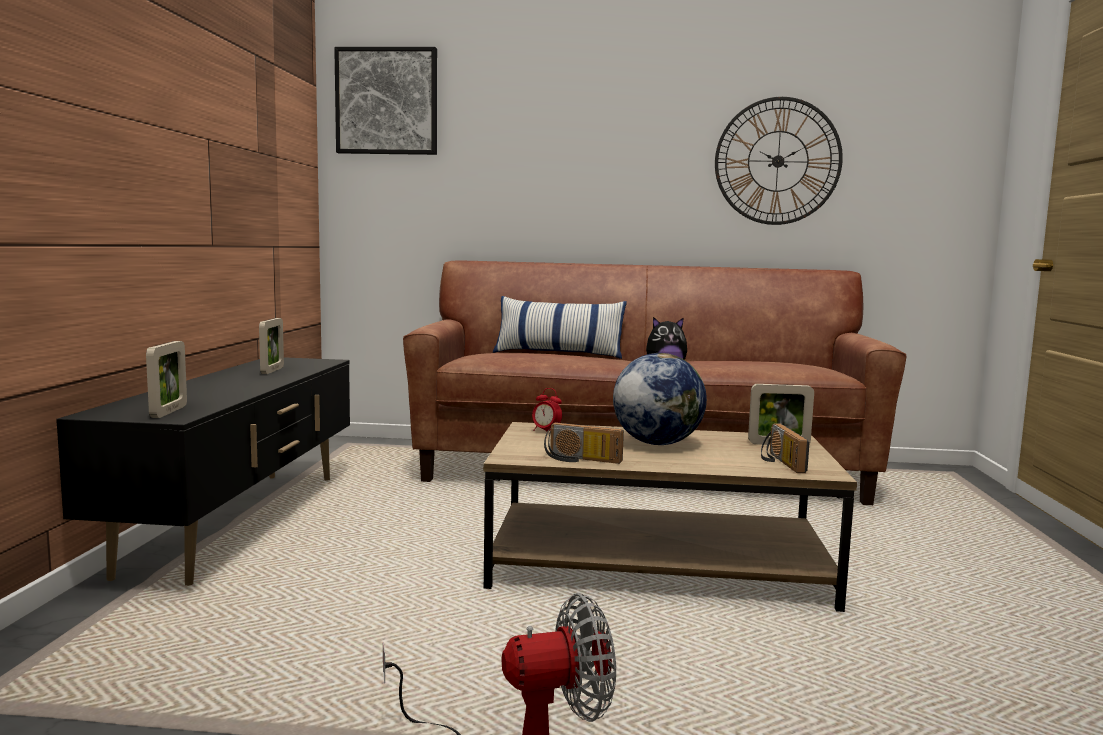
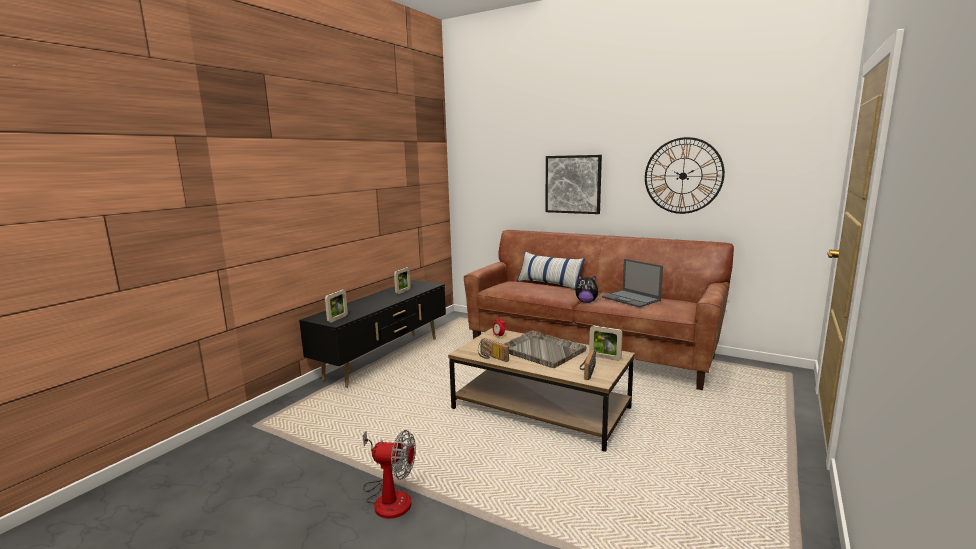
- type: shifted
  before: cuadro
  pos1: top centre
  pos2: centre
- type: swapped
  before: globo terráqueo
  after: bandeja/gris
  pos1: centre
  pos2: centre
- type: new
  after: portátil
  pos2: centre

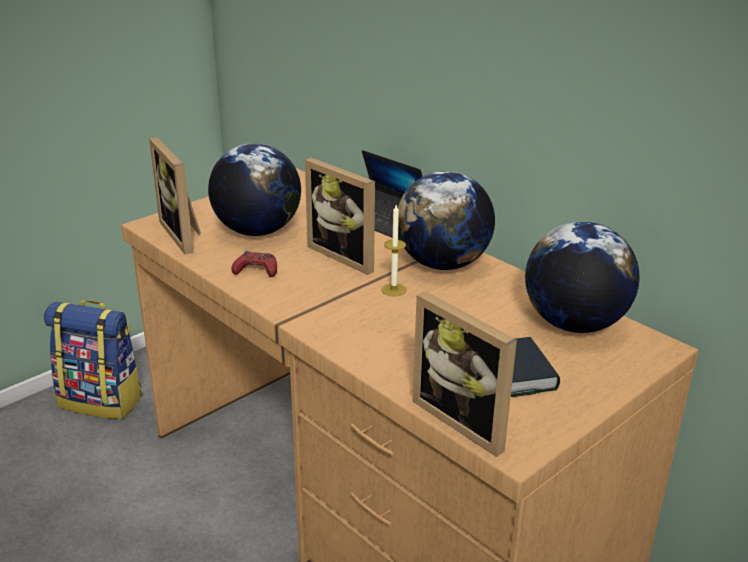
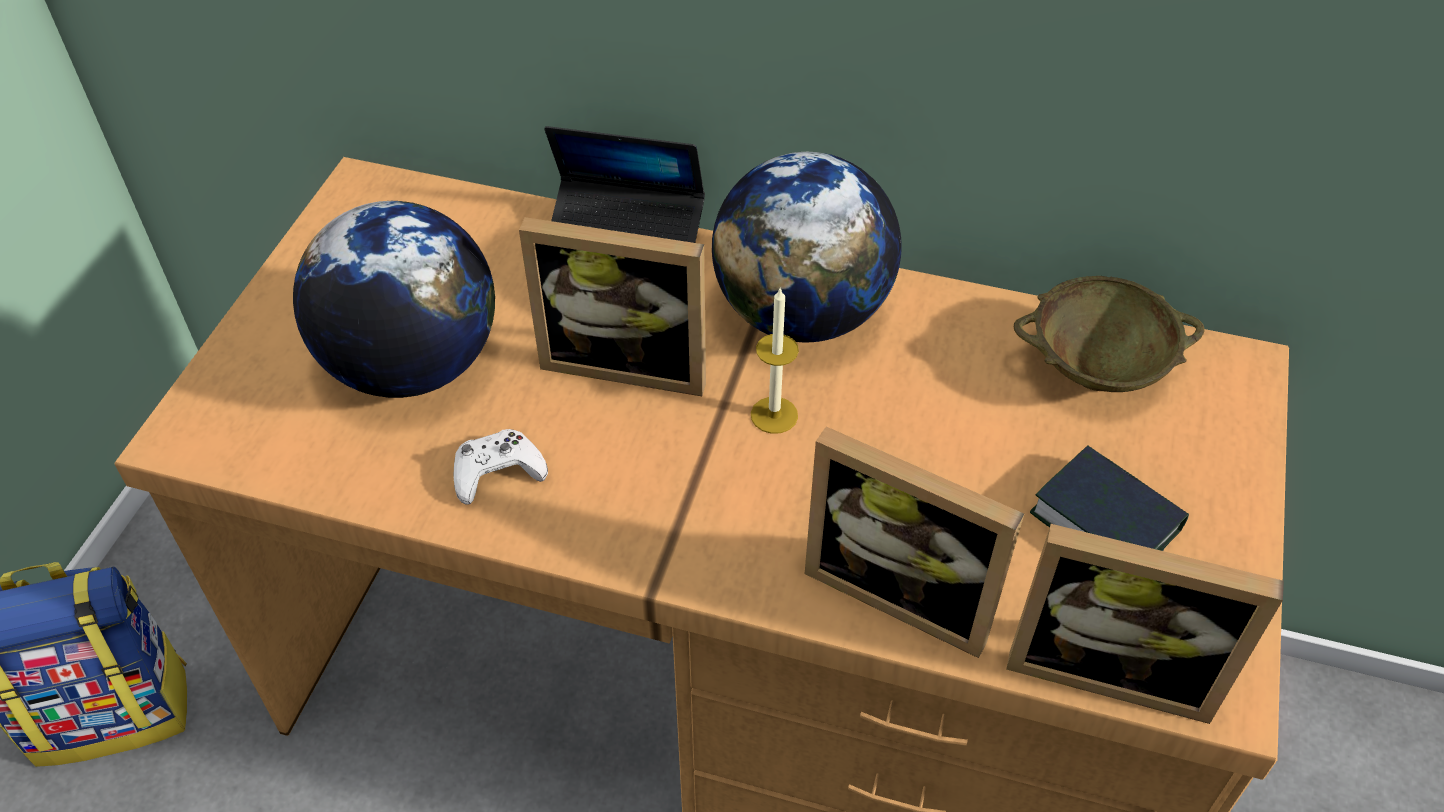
- type: shifted
  before: portarretratos (no. 1 from left in the first image)
  after: portarretratos (no. 2 from left)
  pos1: middle left
  pos2: bottom centre
- type: repainted
  before: mando de consola/rojo
  after: mando de consola/blanco
  pos1: centre
  pos2: centre
- type: swapped
  before: globo terráqueo (no. 3 from left)
  after: cuenco/beis
  pos1: middle right
  pos2: middle right

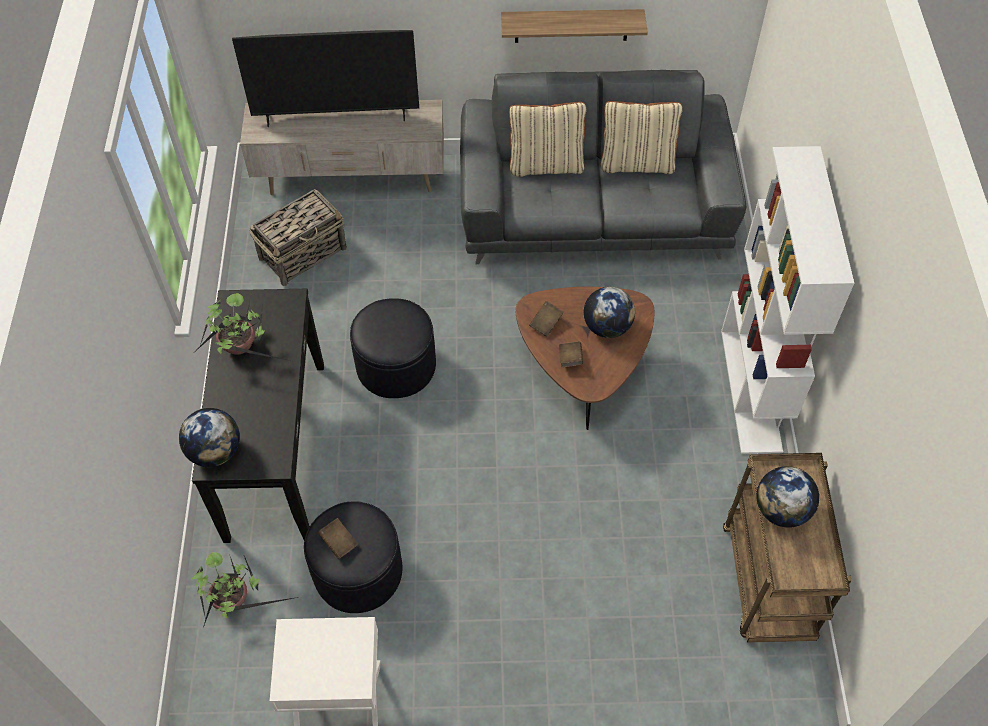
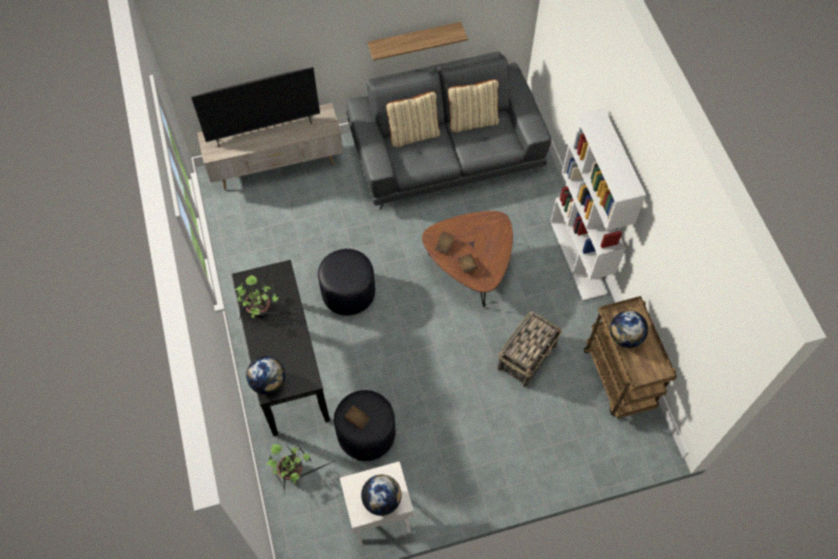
- type: shifted
  before: cesta
  pos1: top left
  pos2: centre
- type: shifted
  before: globo terráqueo (no. 2 from left)
  pos1: centre
  pos2: bottom centre

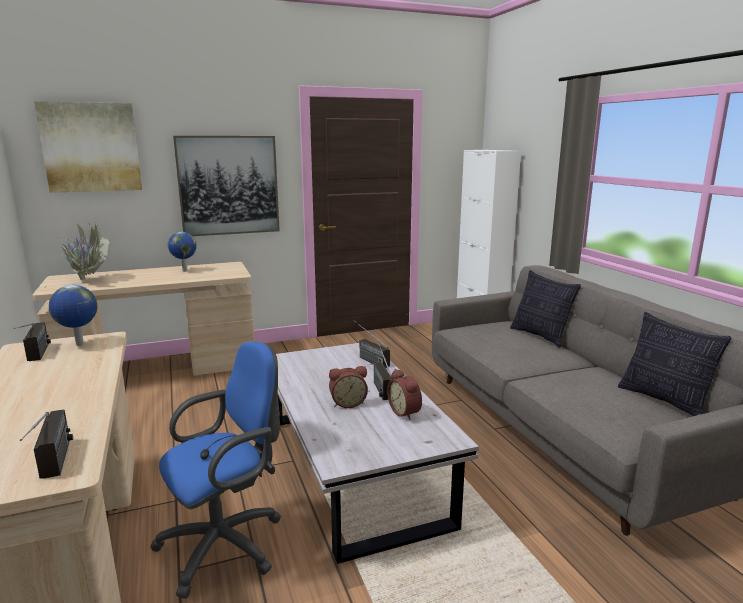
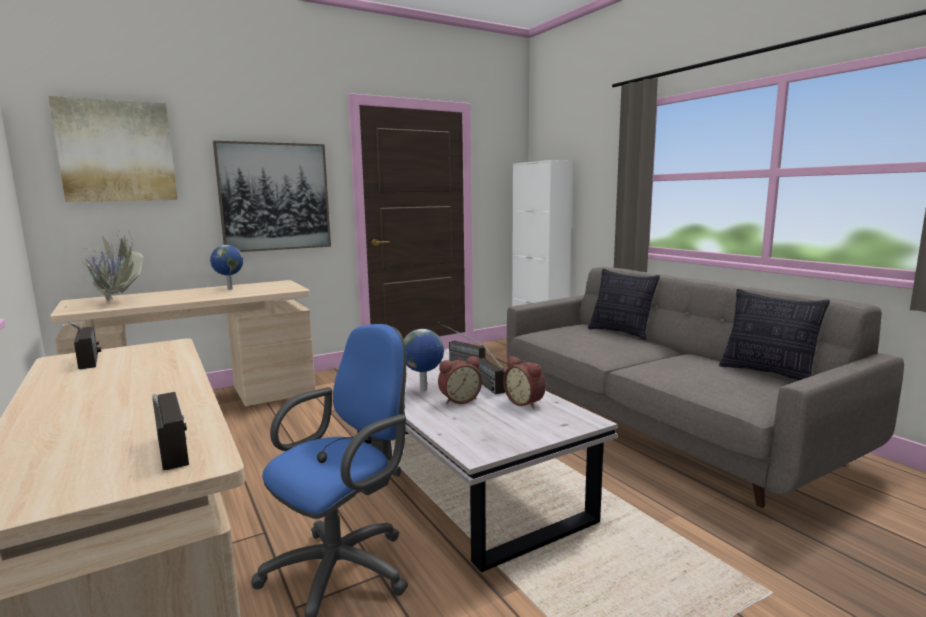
- type: shifted
  before: globo terráqueo (no. 1 from left in the first image)
  after: globo terráqueo (no. 2 from left)
  pos1: middle left
  pos2: centre

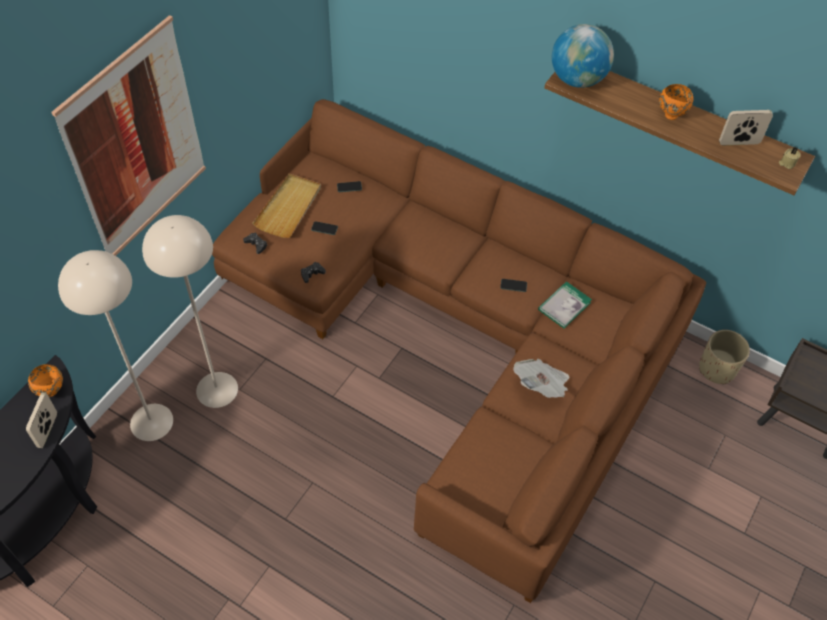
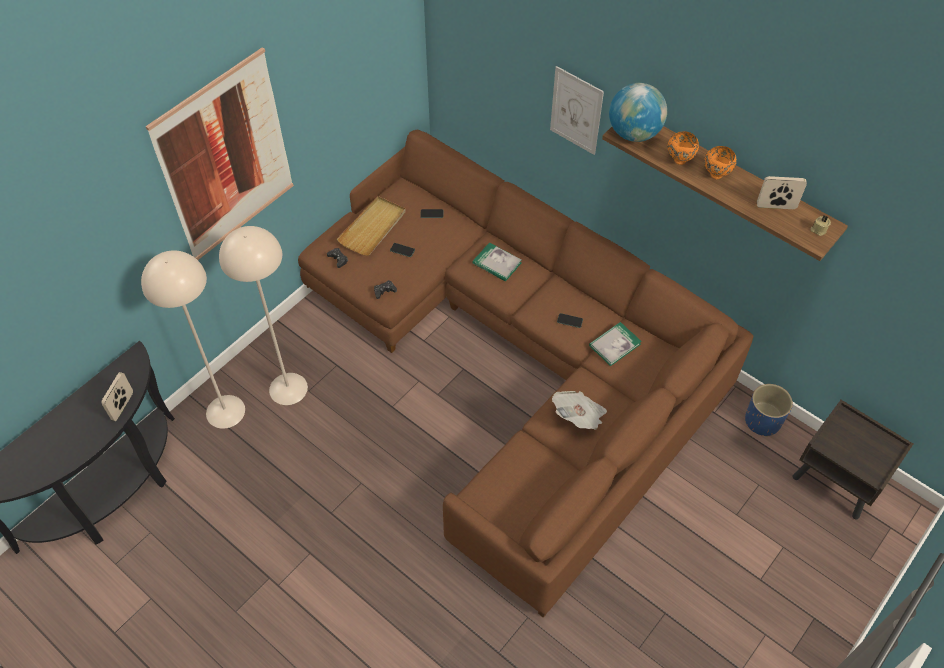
- type: shifted
  before: cuenco/naranja (no. 1 from left)
  pos1: middle left
  pos2: top right
- type: repainted
  before: maceta/beis
  after: maceta/azul
  pos1: middle right
  pos2: middle right
- type: new
  after: libro (no. 1 from left)
  pos2: centre
- type: new
  after: cuadro (no. 2 from left)
  pos2: top centre

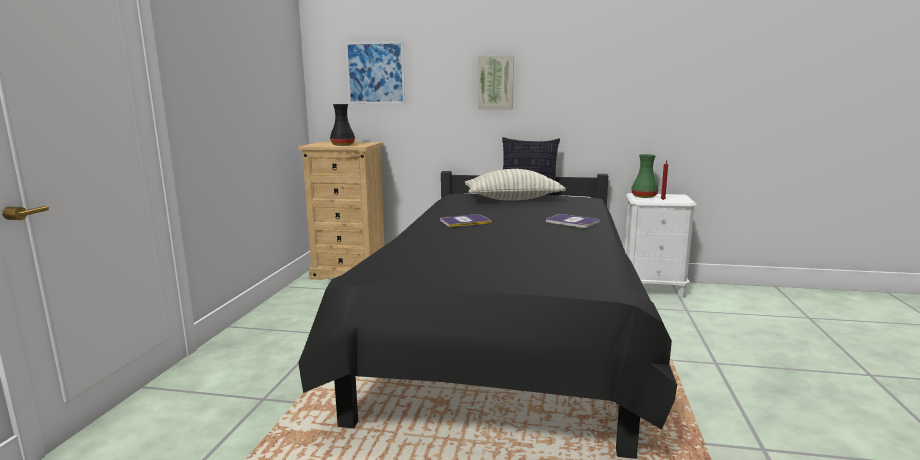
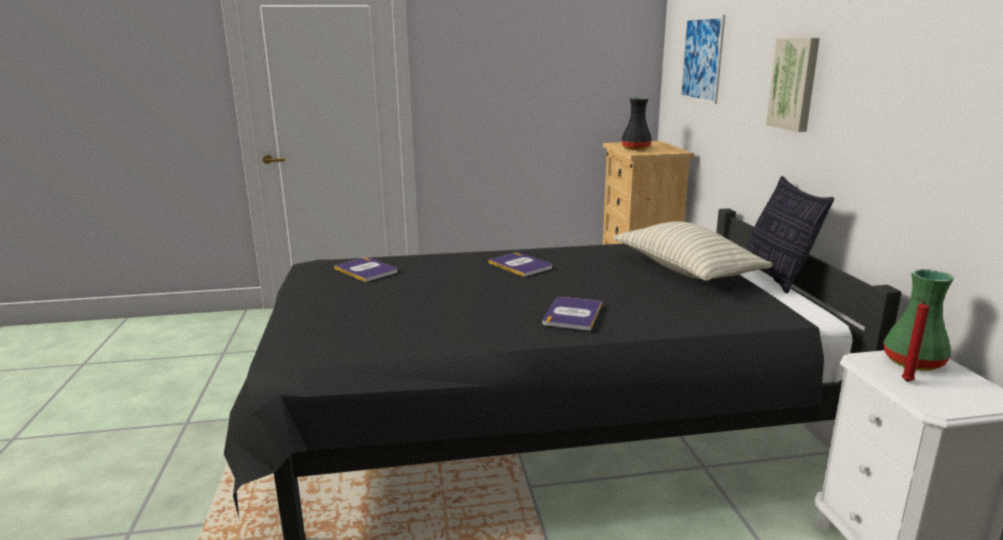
- type: new
  after: libro (no. 1 from left)
  pos2: centre

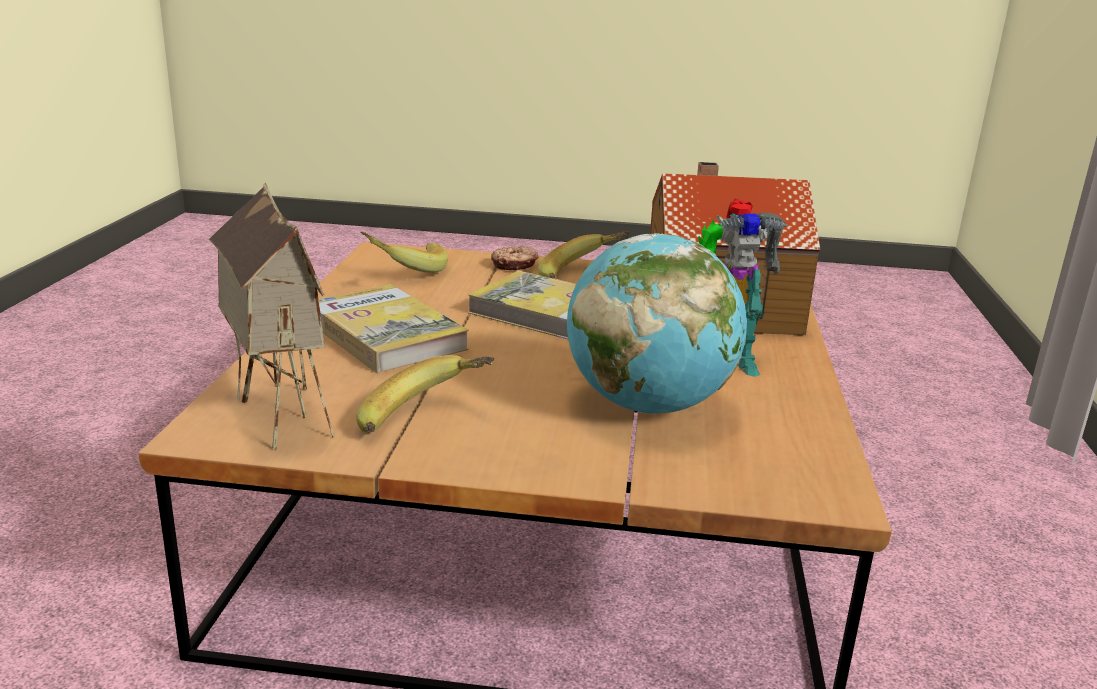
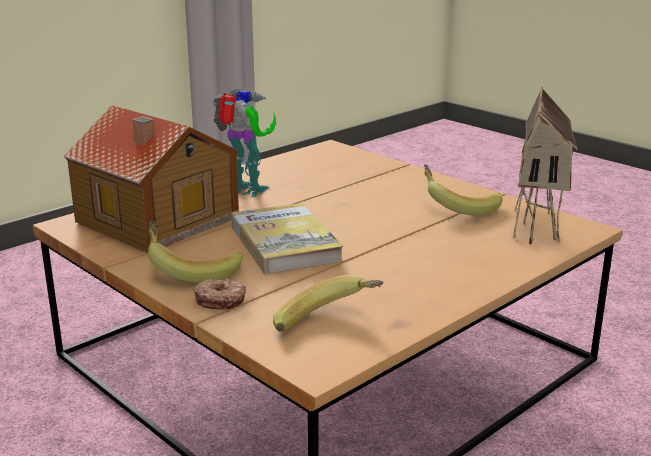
- type: gone
  before: libro (no. 1 from left)
  pos1: centre
- type: gone
  before: globo terráqueo
  pos1: centre

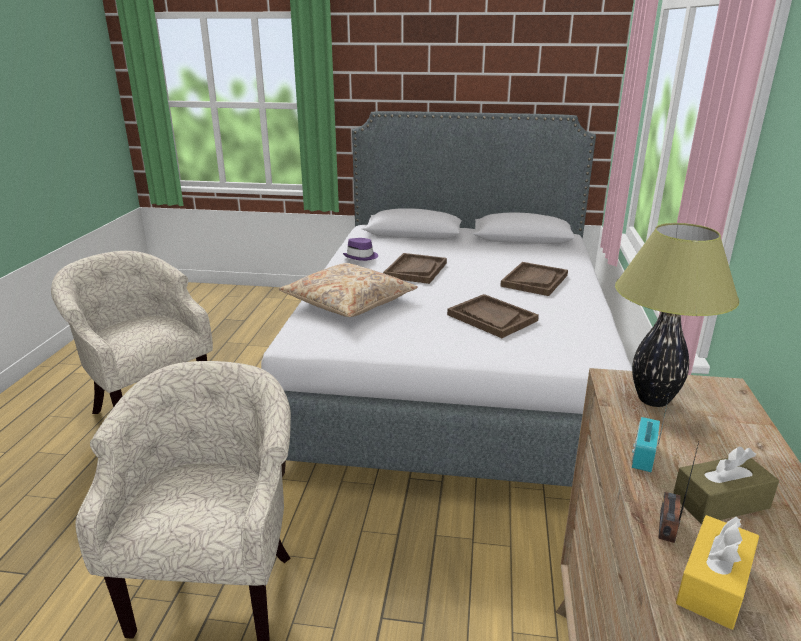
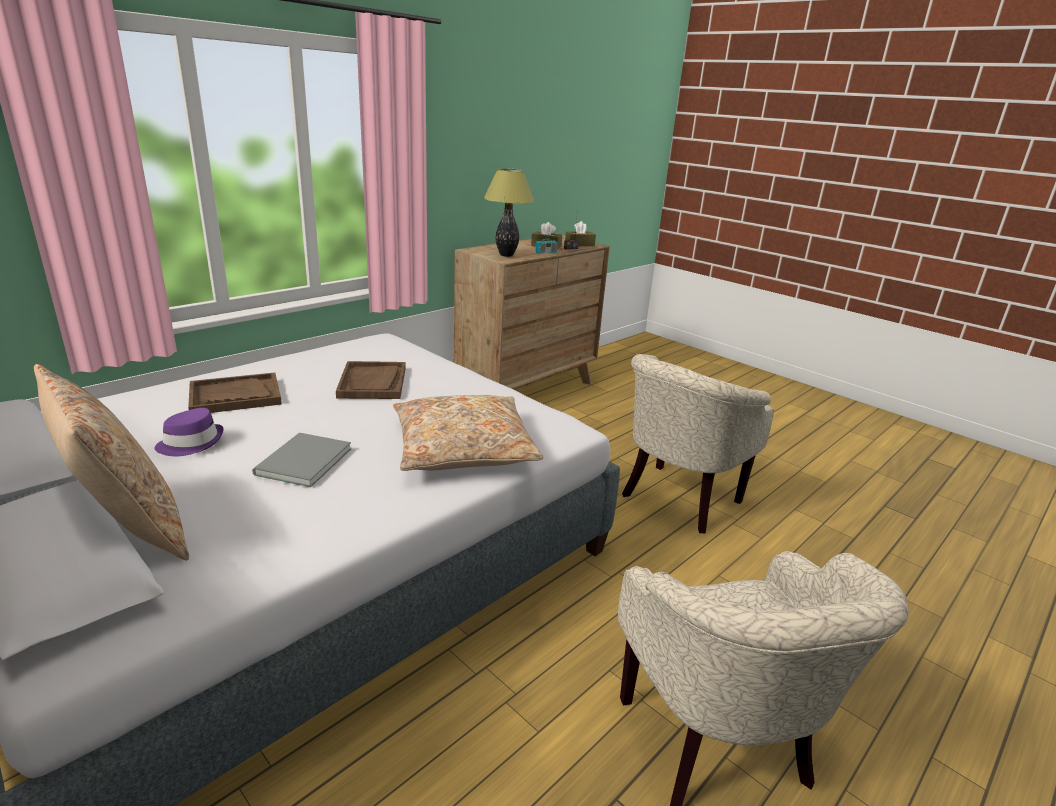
- type: shifted
  before: sombrero/morado
  pos1: centre
  pos2: middle left
- type: swapped
  before: bandeja/marrón (no. 1 from left)
  after: libro/gris
  pos1: centre
  pos2: middle left
- type: repainted
  before: caja de pañuelos/amarillo
  after: caja de pañuelos/marrón (no. 2 from left)
  pos1: bottom right
  pos2: top centre
- type: new
  after: cojín/beis (no. 1 from left)
  pos2: middle left

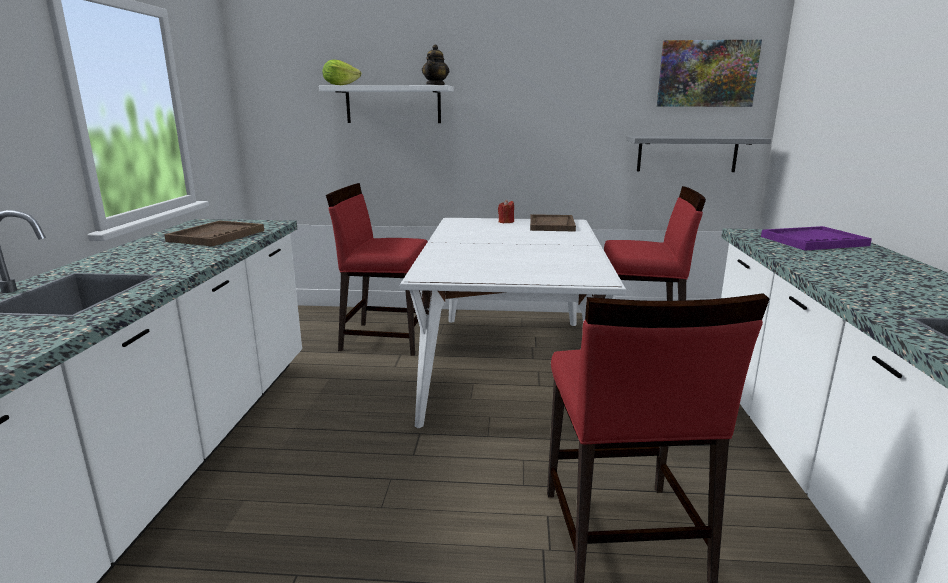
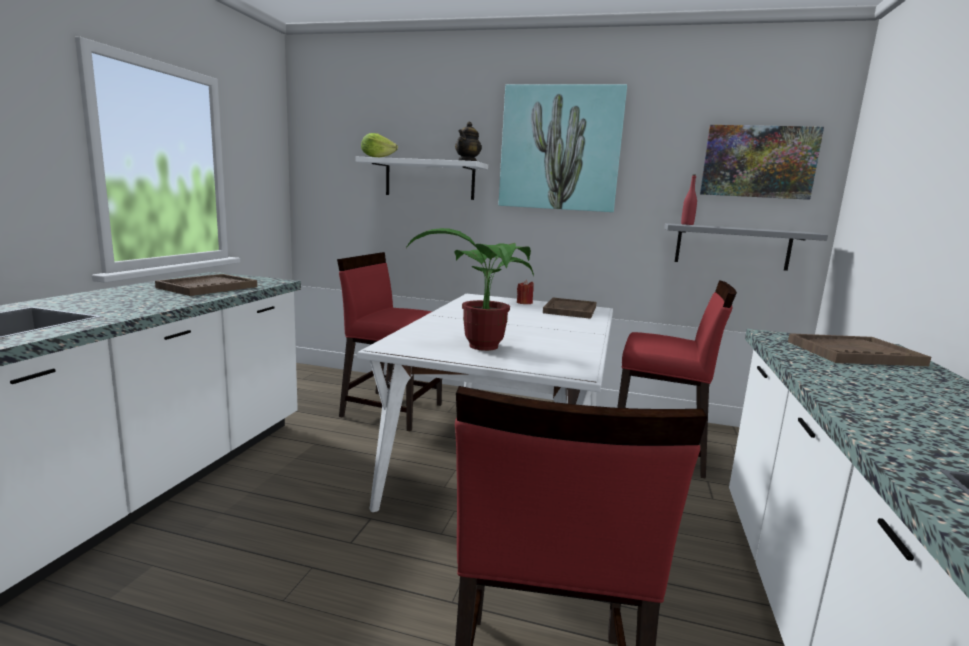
- type: repainted
  before: bandeja/morado
  after: bandeja/marrón (no. 3 from left)
  pos1: middle right
  pos2: middle right
- type: new
  after: planta en maceta
  pos2: centre
- type: new
  after: cuadro (no. 1 from left)
  pos2: top centre
- type: new
  after: botella/rojo
  pos2: top right

